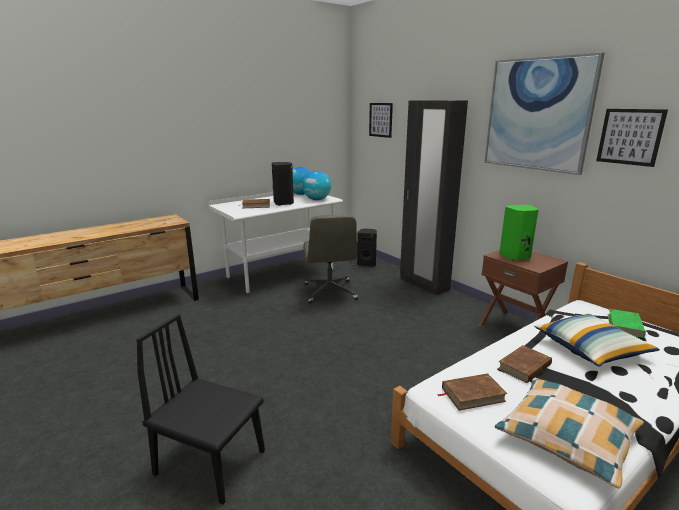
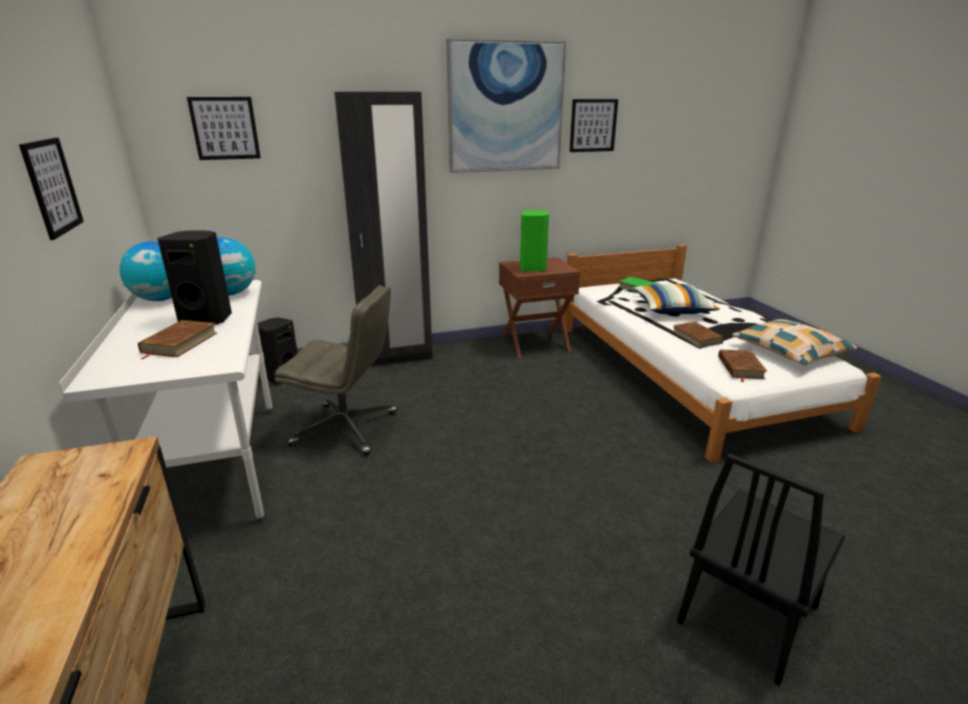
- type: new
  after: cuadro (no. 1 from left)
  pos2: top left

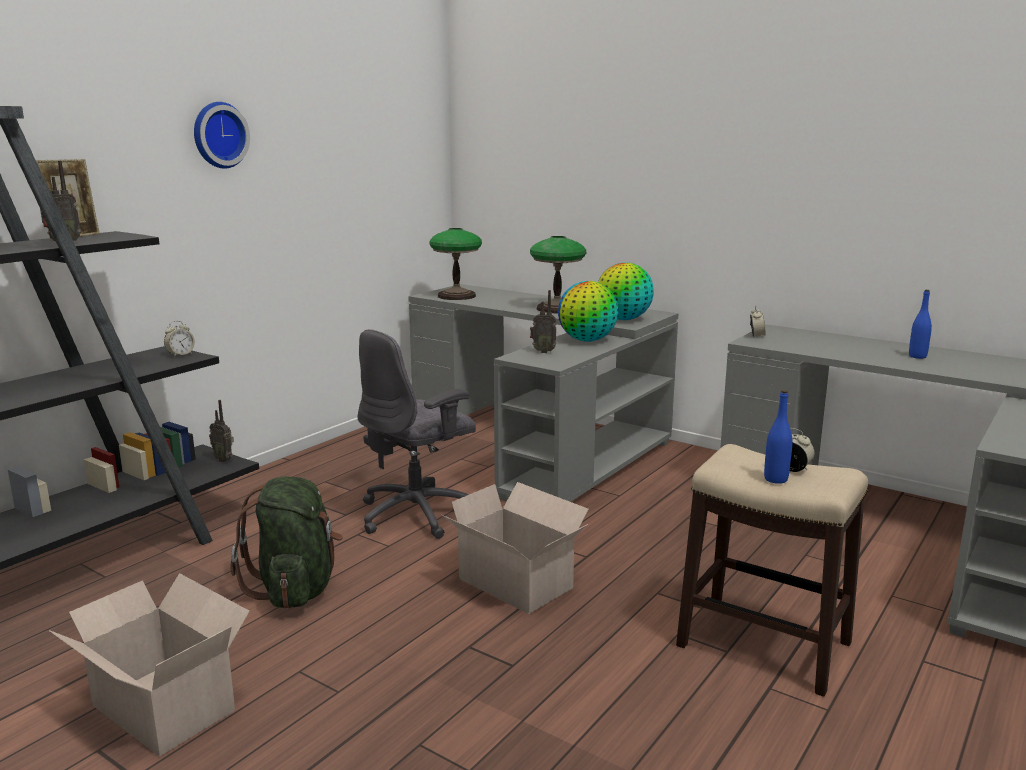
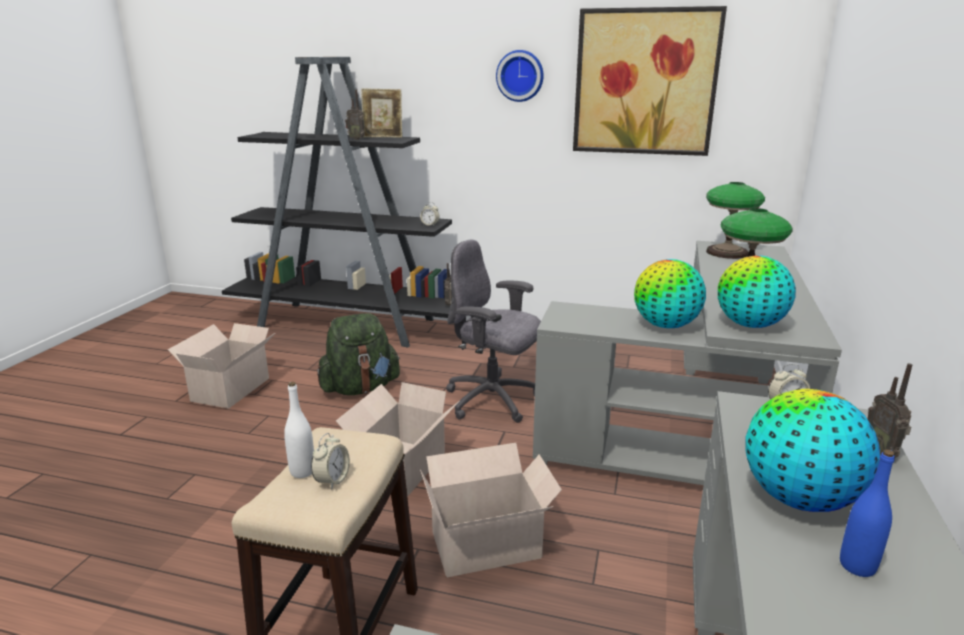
- type: shifted
  before: radio (no. 3 from left)
  pos1: centre
  pos2: middle right
- type: repainted
  before: botella/azul (no. 1 from left)
  after: botella/blanco
  pos1: middle right
  pos2: bottom left
- type: new
  after: caja de cartón (no. 3 from left)
  pos2: bottom centre
- type: new
  after: cuadro
  pos2: top right
- type: new
  after: globo terráqueo (no. 3 from left)
  pos2: bottom right

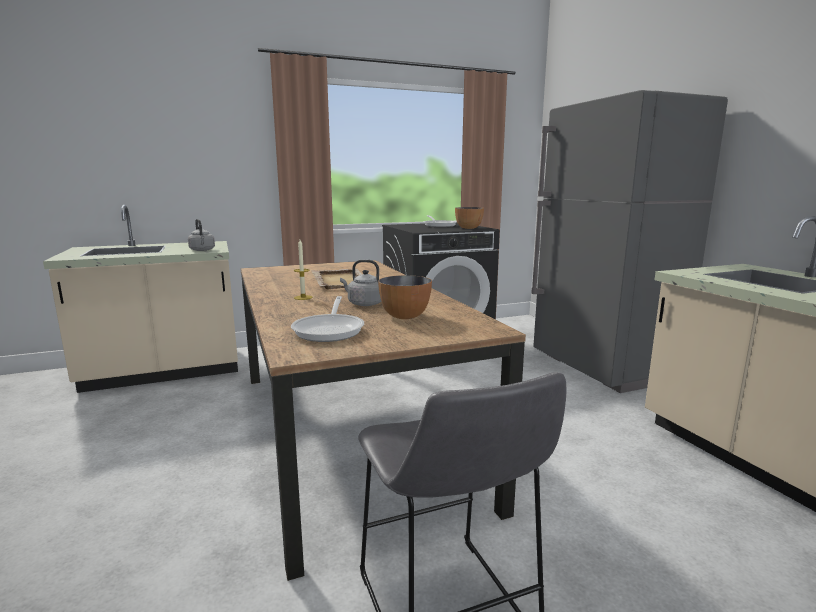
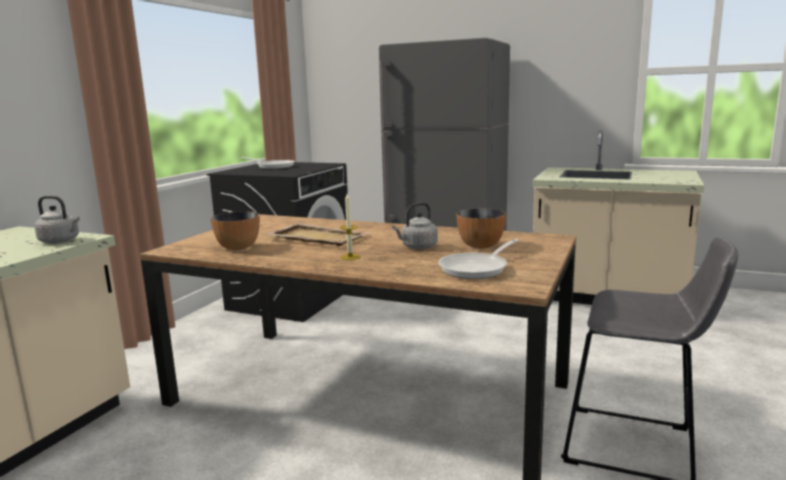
- type: rotated
  before: sartén (no. 1 from left in the first image)
  pos1: centre
  pos2: centre
  turn: 90
- type: shifted
  before: cuenco (no. 2 from left in the first image)
  after: cuenco (no. 1 from left)
  pos1: centre
  pos2: middle left

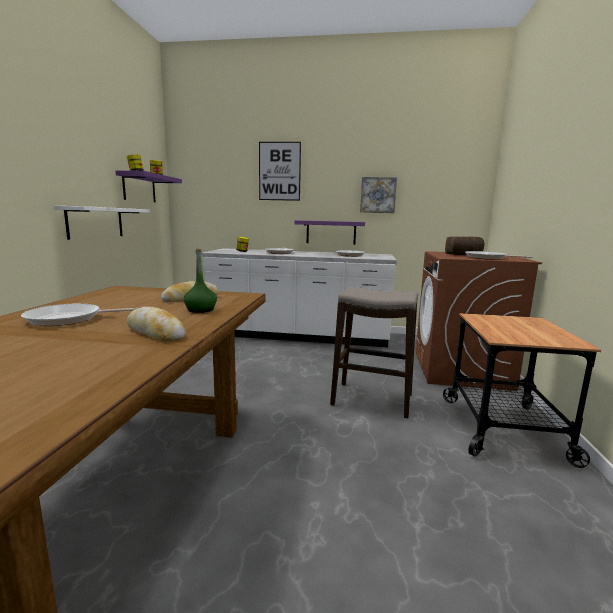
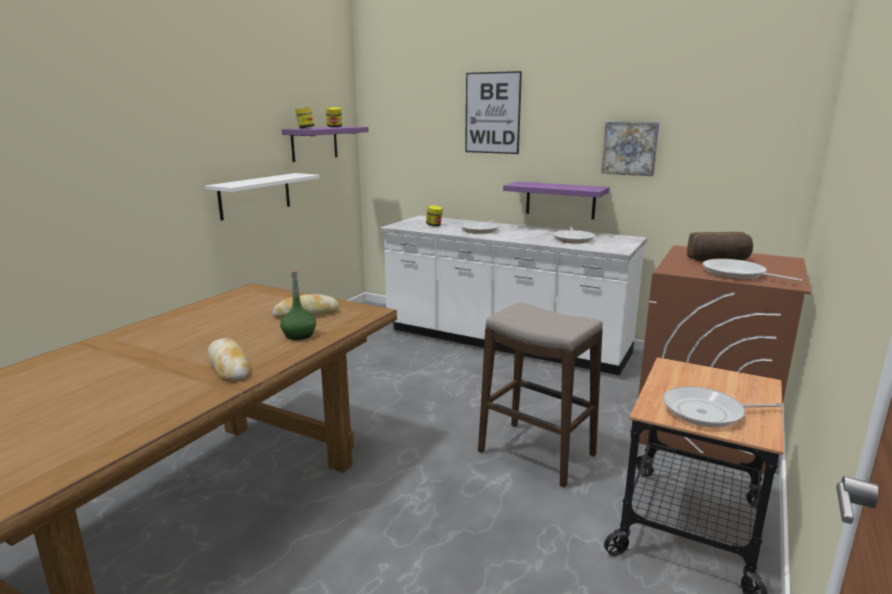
- type: shifted
  before: sartén (no. 1 from left in the first image)
  after: sartén (no. 3 from left)
  pos1: middle left
  pos2: bottom right

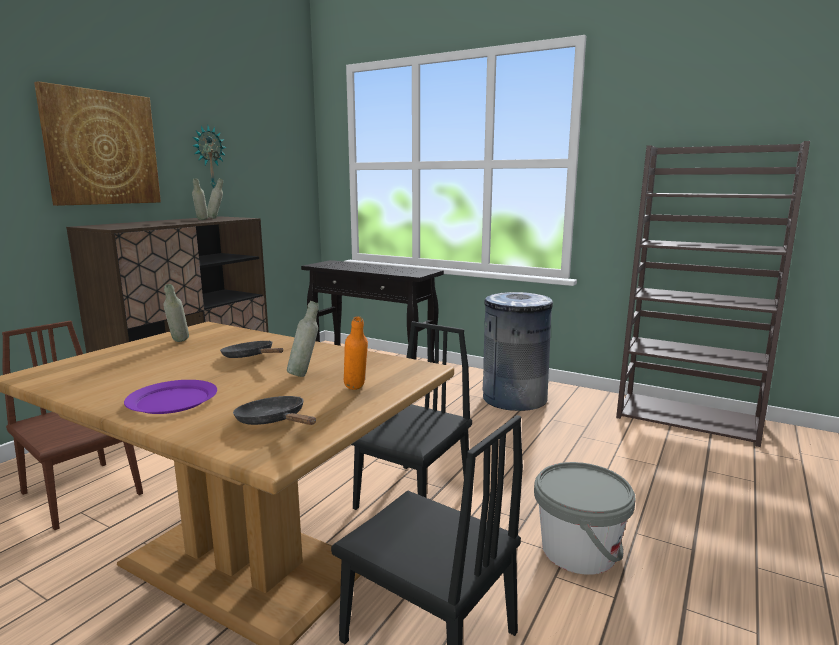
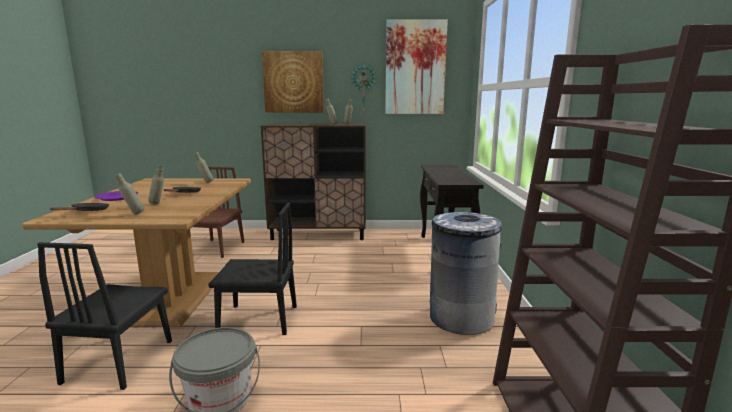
- type: repainted
  before: botella/naranja
  after: botella/gris (no. 1 from left)
  pos1: centre
  pos2: middle left
- type: new
  after: cuadro (no. 2 from left)
  pos2: top centre

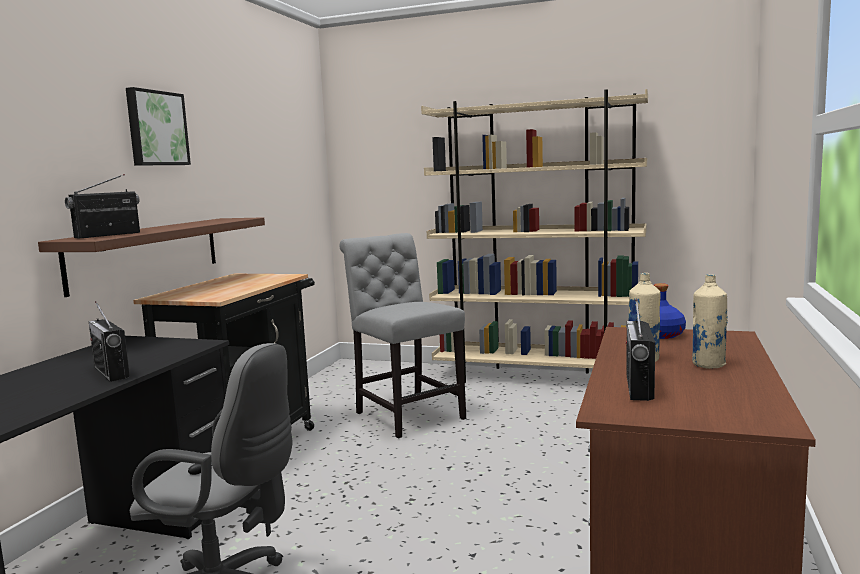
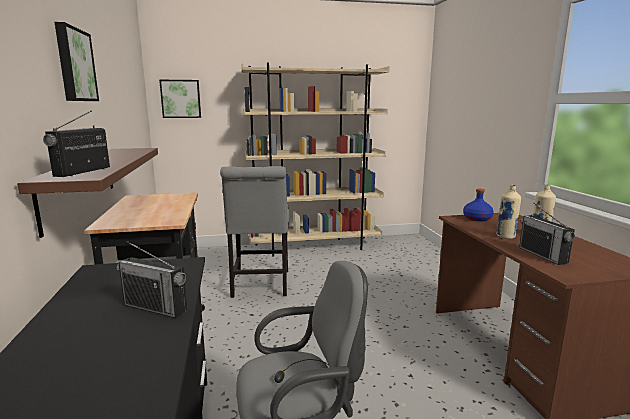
- type: rotated
  before: silla/gris
  pos1: centre
  pos2: centre
  turn: -120
- type: new
  after: cuadro (no. 2 from left)
  pos2: top left

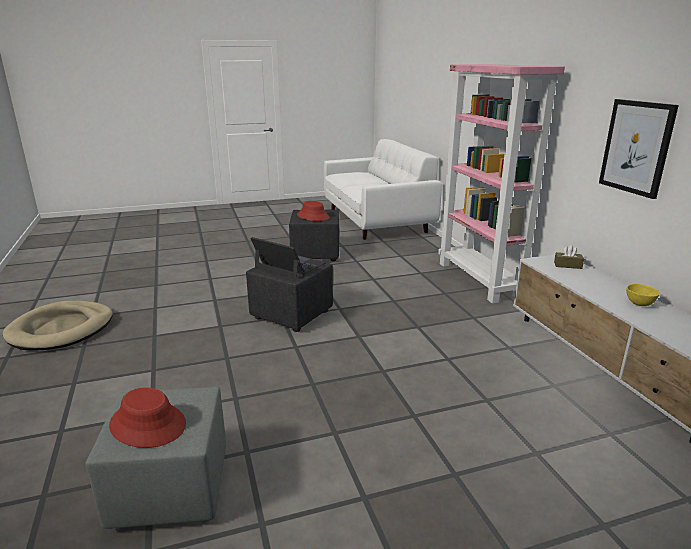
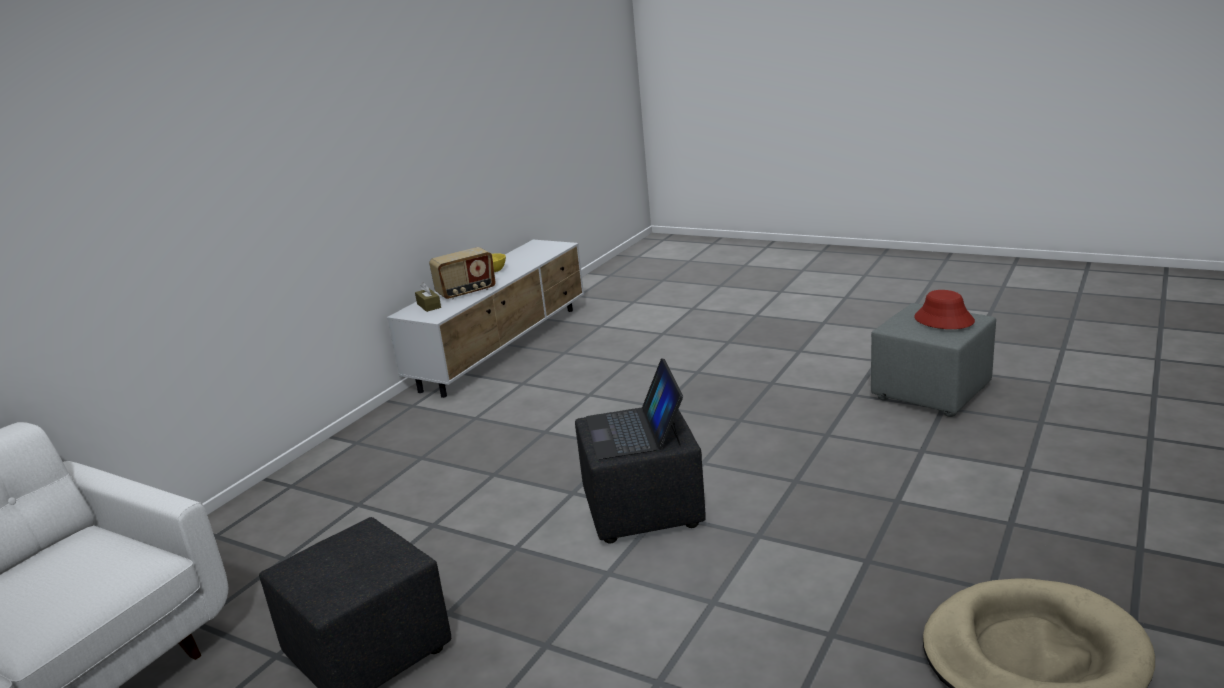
- type: gone
  before: sombrero/rojo (no. 2 from left)
  pos1: centre
- type: gone
  before: estantería/rosa
  pos1: middle right
- type: gone
  before: cuadro
  pos1: top right
- type: new
  after: radio
  pos2: centre

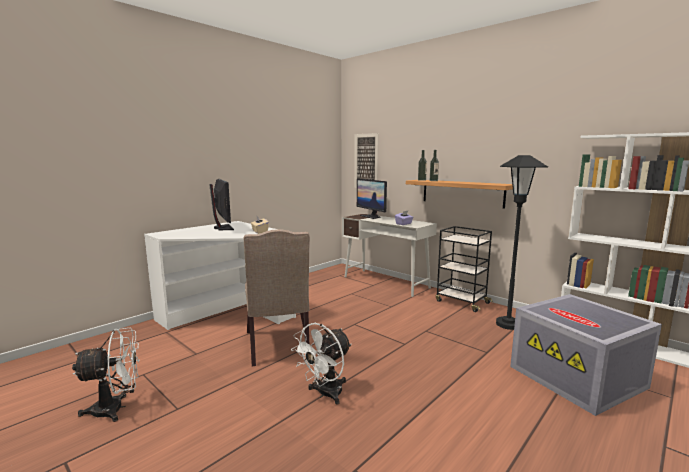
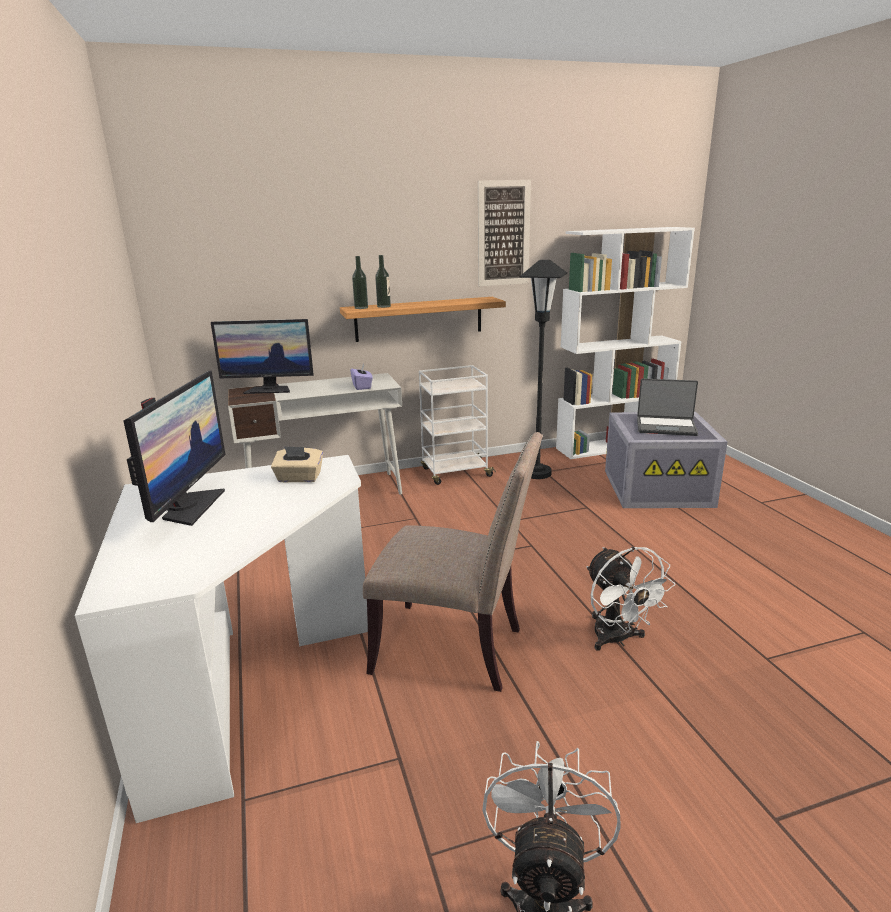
- type: rotated
  before: monitor (no. 1 from left)
  pos1: middle left
  pos2: middle left
  turn: 90
- type: shifted
  before: cuadro
  pos1: centre
  pos2: top centre
- type: repainted
  before: carrito/negro
  after: carrito/blanco
  pos1: middle right
  pos2: centre
- type: new
  after: portátil
  pos2: middle right

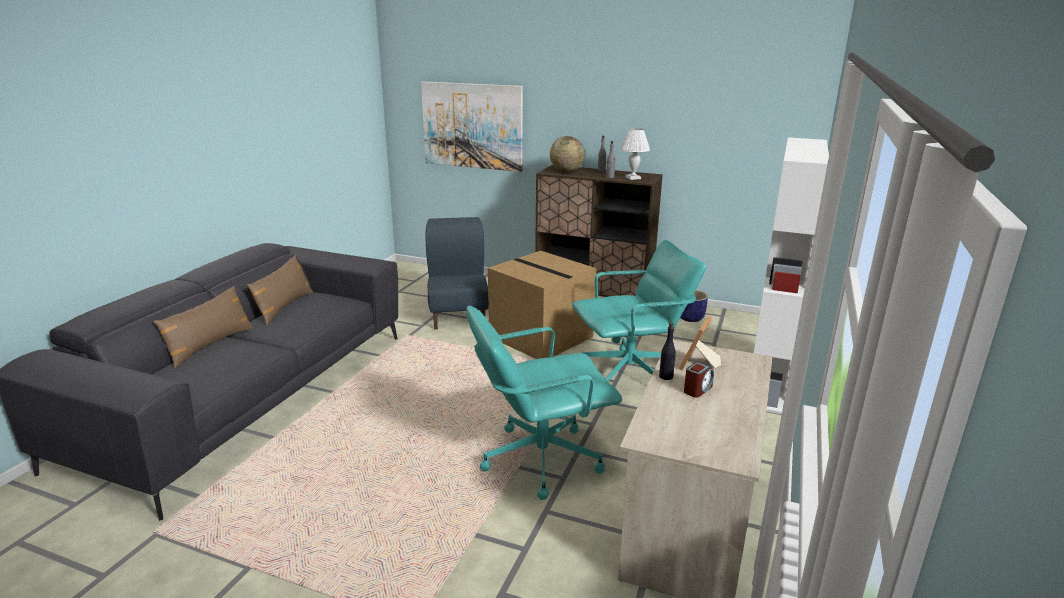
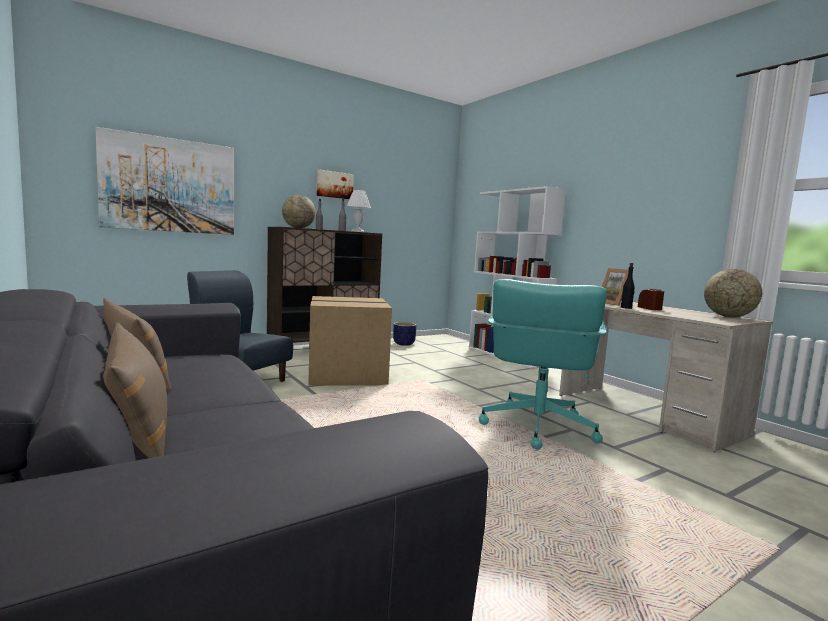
- type: gone
  before: silla de oficina/turquesa (no. 2 from left)
  pos1: centre
- type: new
  after: cuadro (no. 2 from left)
  pos2: top centre
- type: new
  after: globo terráqueo (no. 2 from left)
  pos2: middle right

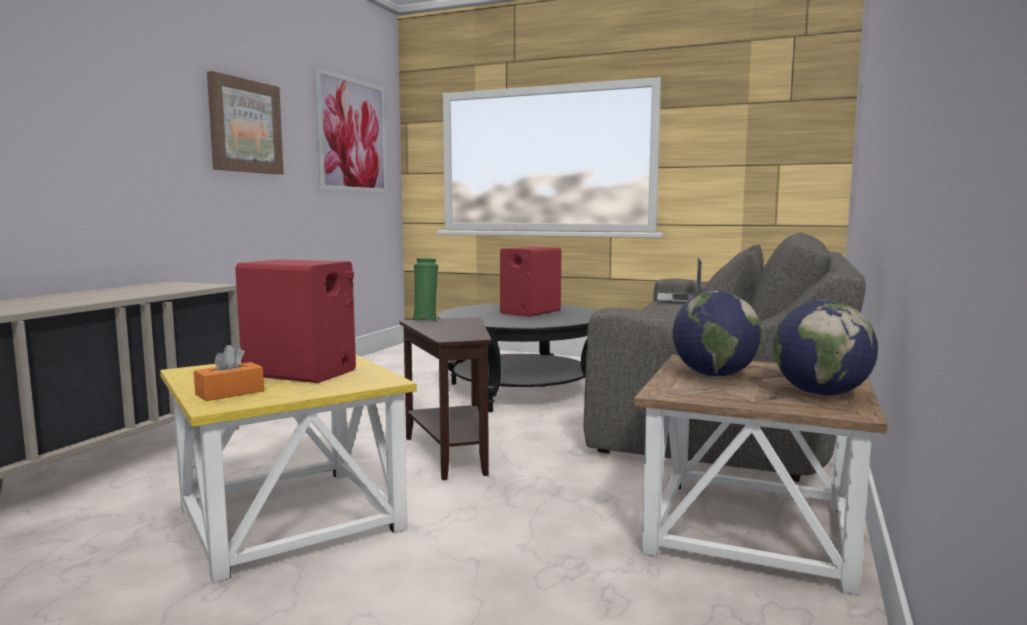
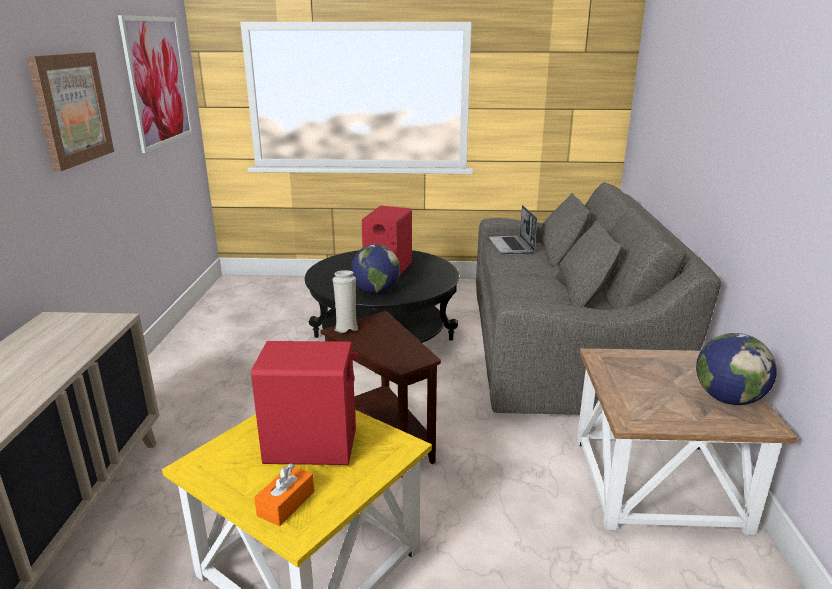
- type: repainted
  before: florero/verde
  after: florero/blanco
  pos1: centre
  pos2: centre
- type: shifted
  before: globo terráqueo (no. 1 from left)
  pos1: middle right
  pos2: centre

